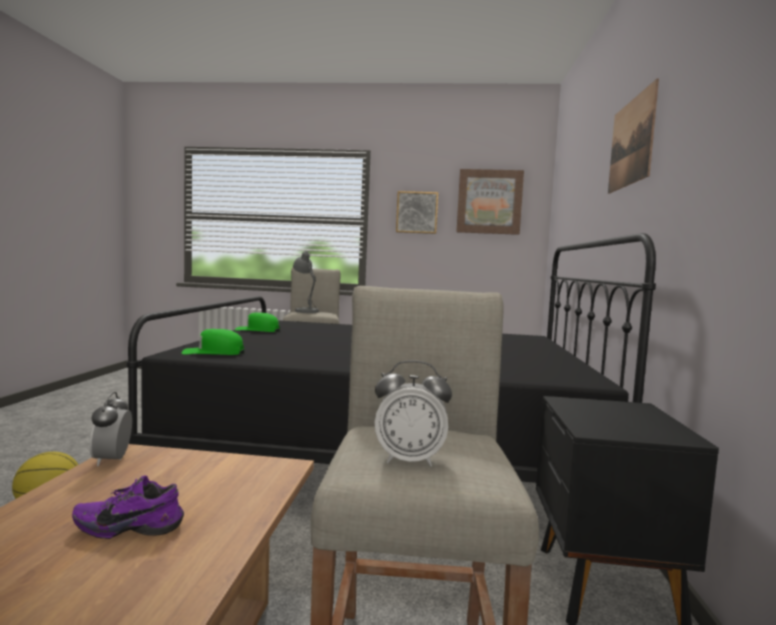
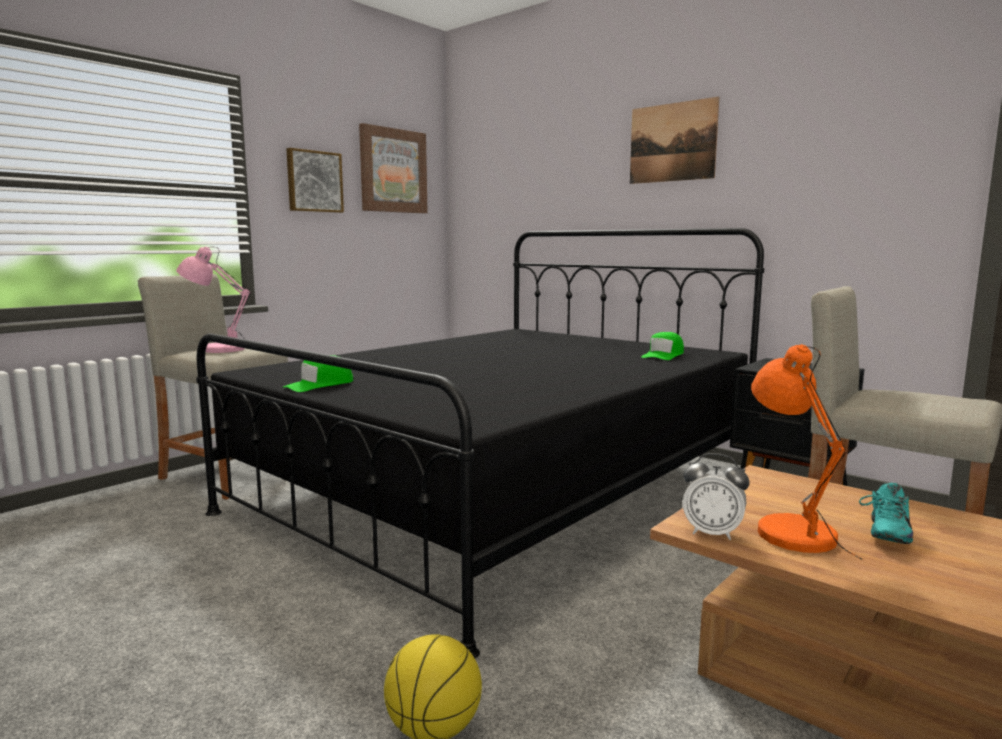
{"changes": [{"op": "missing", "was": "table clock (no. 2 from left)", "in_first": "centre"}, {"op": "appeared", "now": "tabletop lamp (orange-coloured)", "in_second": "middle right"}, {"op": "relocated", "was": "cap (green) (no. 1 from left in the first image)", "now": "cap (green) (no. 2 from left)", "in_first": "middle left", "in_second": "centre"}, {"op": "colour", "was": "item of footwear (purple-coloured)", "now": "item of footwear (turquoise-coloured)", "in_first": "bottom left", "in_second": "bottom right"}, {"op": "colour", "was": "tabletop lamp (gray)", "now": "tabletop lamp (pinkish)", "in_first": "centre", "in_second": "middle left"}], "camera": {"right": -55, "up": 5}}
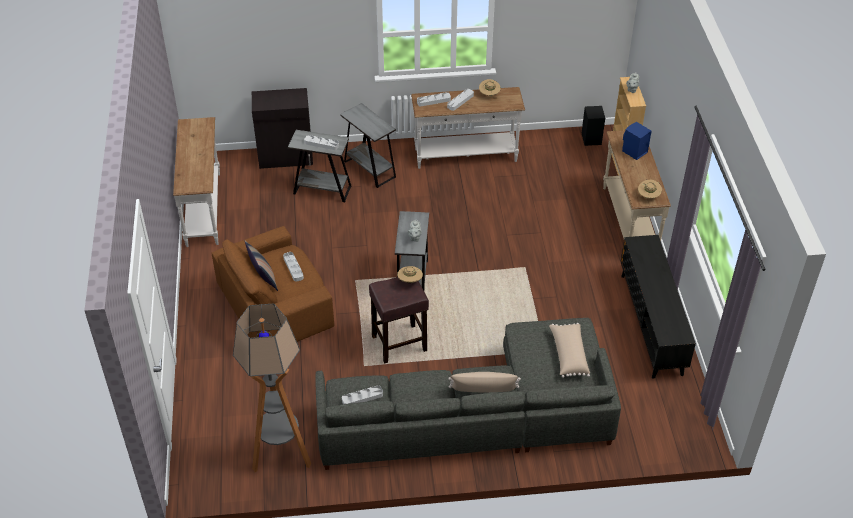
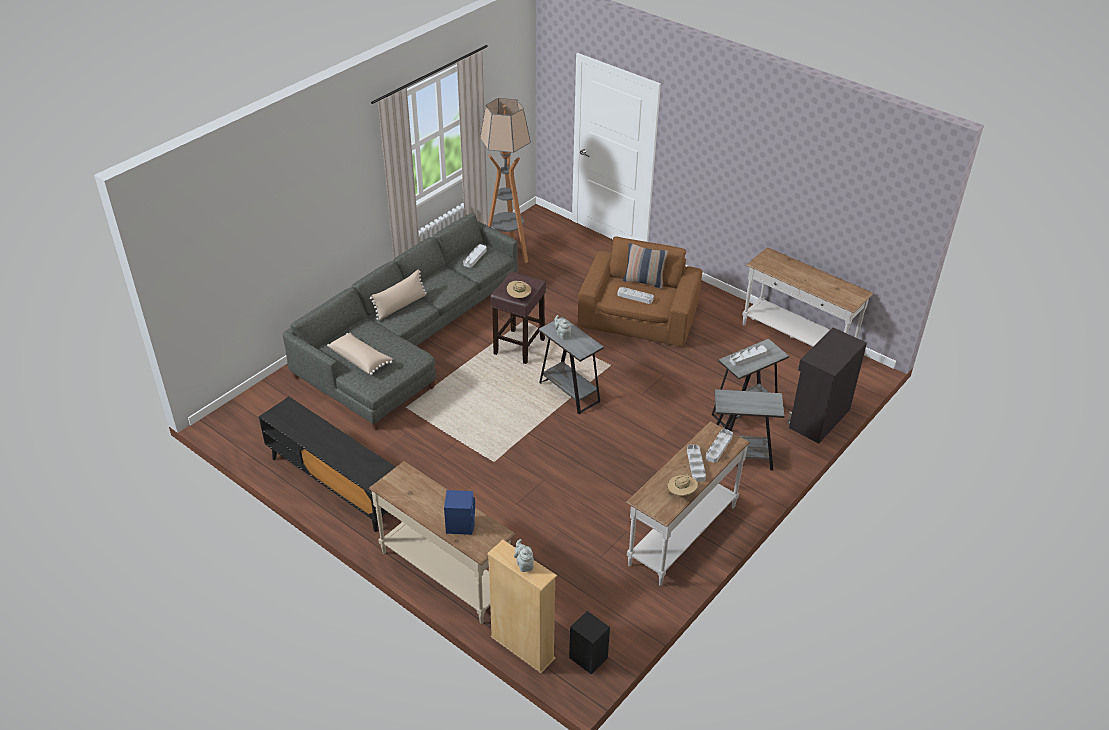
{"changes": [{"op": "missing", "was": "clothing hat (beige) (no. 3 from left)", "in_first": "middle right"}], "camera": {"right": 135, "up": -5}}
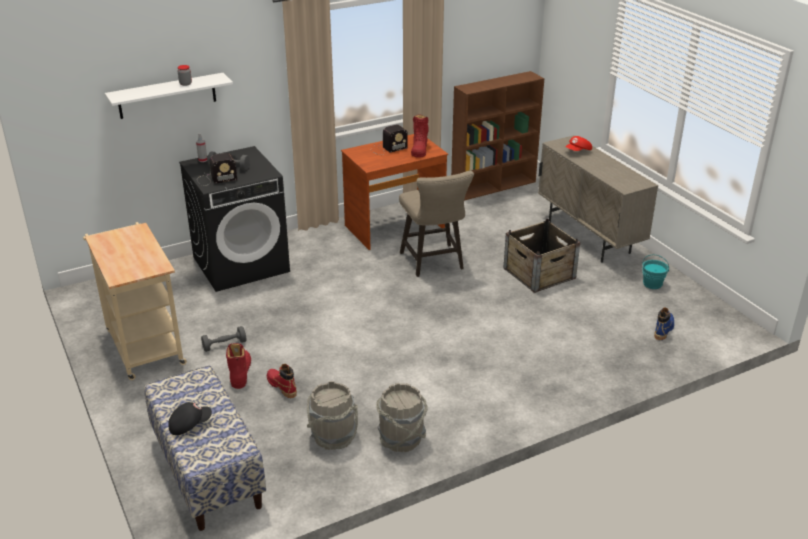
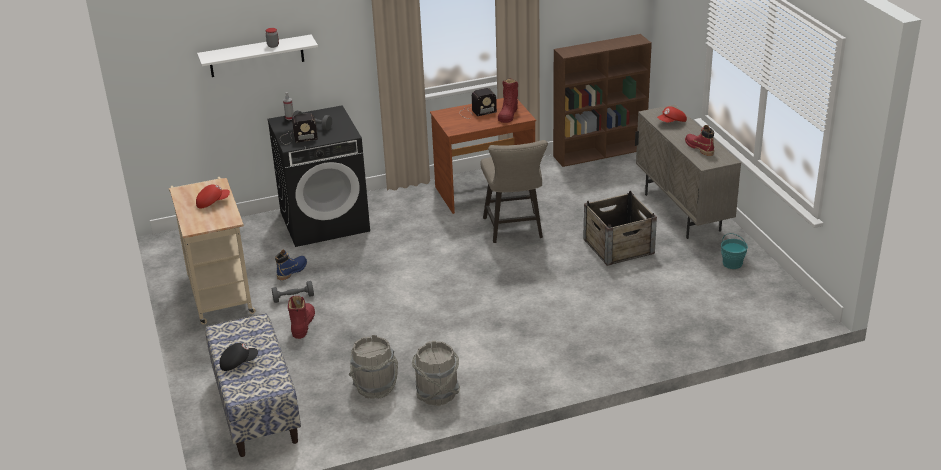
{"changes": [{"op": "appeared", "now": "cap (red-coloured) (no. 1 from left)", "in_second": "middle left"}, {"op": "relocated", "was": "tall boot (red-coloured) (no. 2 from left in the first image)", "now": "tall boot (red-coloured) (no. 3 from left)", "in_first": "bottom centre", "in_second": "top right"}, {"op": "relocated", "was": "tall boot (blue-coloured)", "in_first": "middle right", "in_second": "middle left"}], "camera": {"right": 10, "up": 0}}
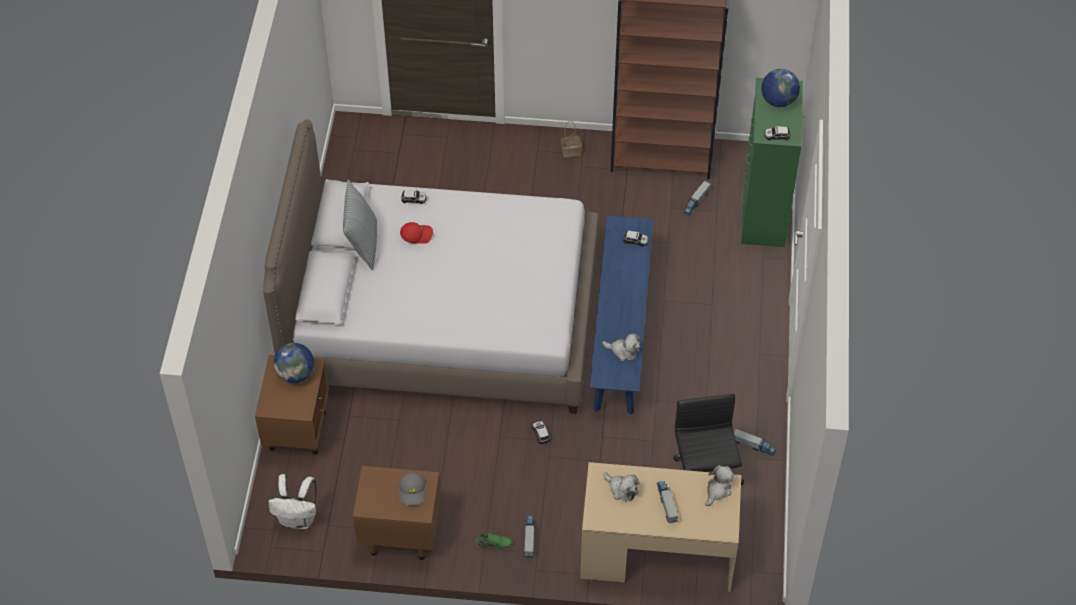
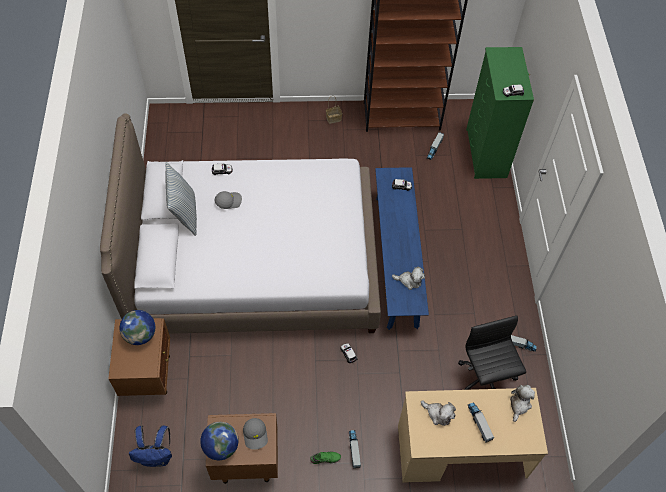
{"changes": [{"op": "relocated", "was": "world globe (no. 2 from left)", "in_first": "top right", "in_second": "bottom left"}, {"op": "colour", "was": "backpack (white-coloured)", "now": "backpack (blue-coloured)", "in_first": "bottom left", "in_second": "bottom left"}, {"op": "colour", "was": "cap (red-coloured)", "now": "cap (gray) (no. 1 from left)", "in_first": "centre", "in_second": "centre"}], "camera": {"right": -10, "up": 5}}
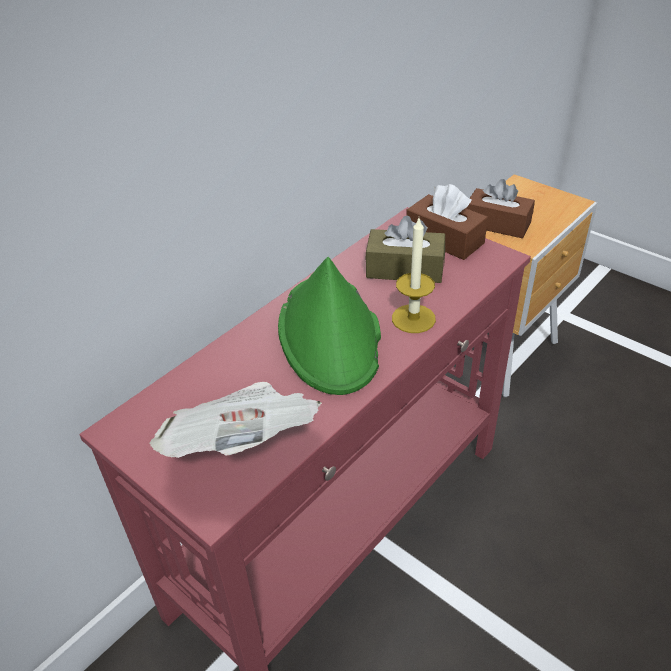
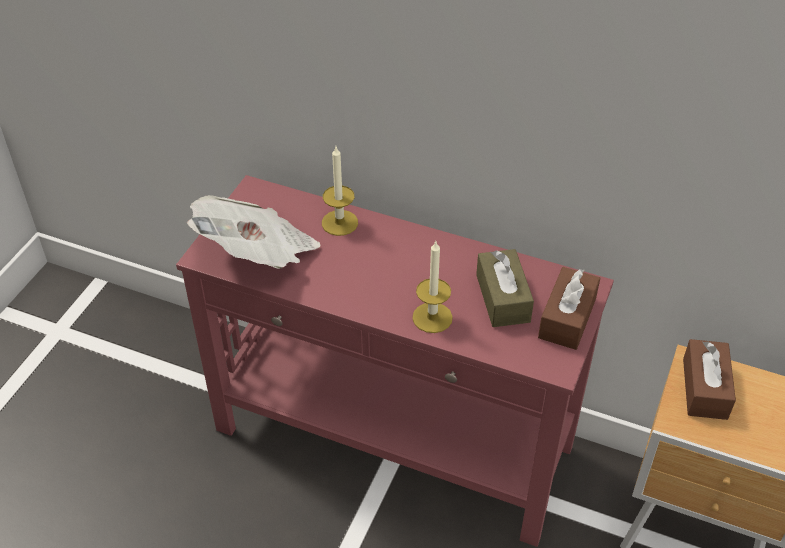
{"changes": [{"op": "missing", "was": "clothing hat (green)", "in_first": "centre"}, {"op": "appeared", "now": "candle (no. 1 from left)", "in_second": "centre"}], "camera": {"right": 70, "up": 5}}
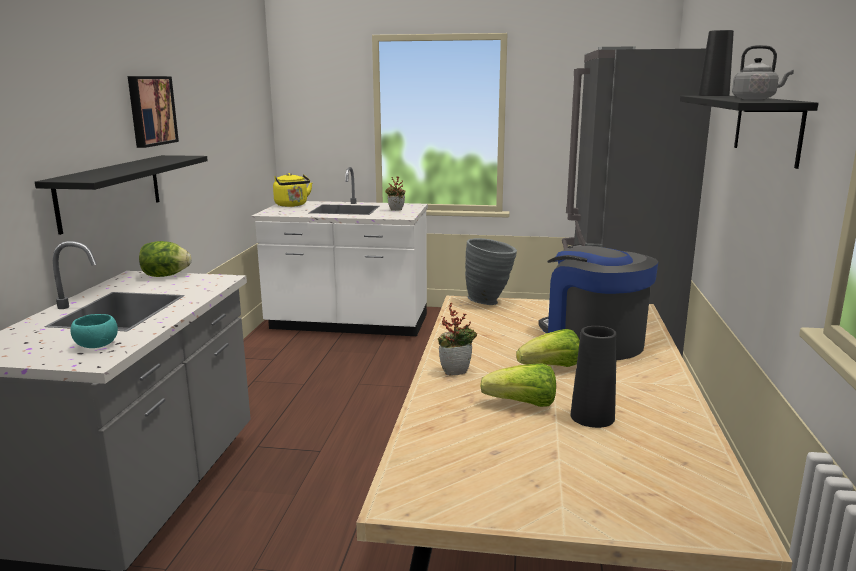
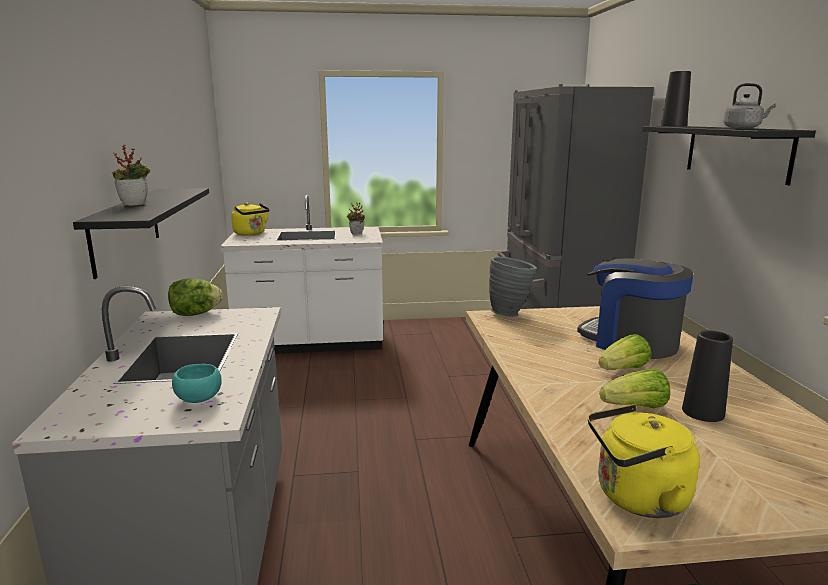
{"changes": [{"op": "missing", "was": "wall picture", "in_first": "top left"}, {"op": "appeared", "now": "kettle (yellow) (no. 2 from left)", "in_second": "bottom right"}, {"op": "relocated", "was": "houseplant (no. 2 from left in the first image)", "now": "houseplant (no. 1 from left)", "in_first": "centre", "in_second": "top left"}], "camera": {"right": -15, "up": 0}}
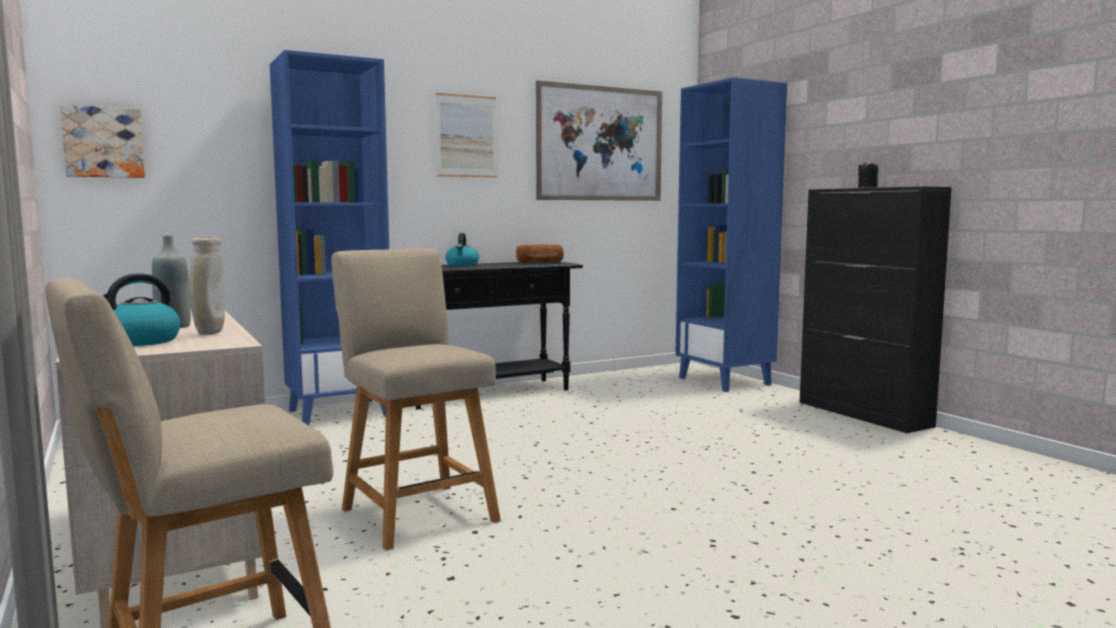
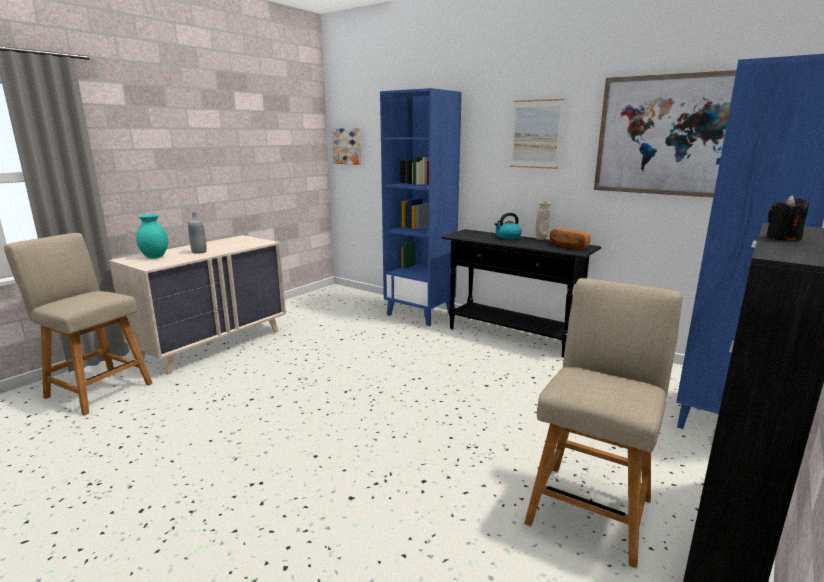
{"changes": [{"op": "relocated", "was": "decorative vase (beige)", "in_first": "middle left", "in_second": "centre"}, {"op": "relocated", "was": "upright chair (beige) (no. 2 from left)", "in_first": "centre", "in_second": "bottom right"}, {"op": "exchanged", "was": "kettle (no. 1 from left)", "now": "decorative vase (turquoise-coloured)", "in_first": "middle left", "in_second": "middle left"}], "camera": {"right": 65, "up": 10}}
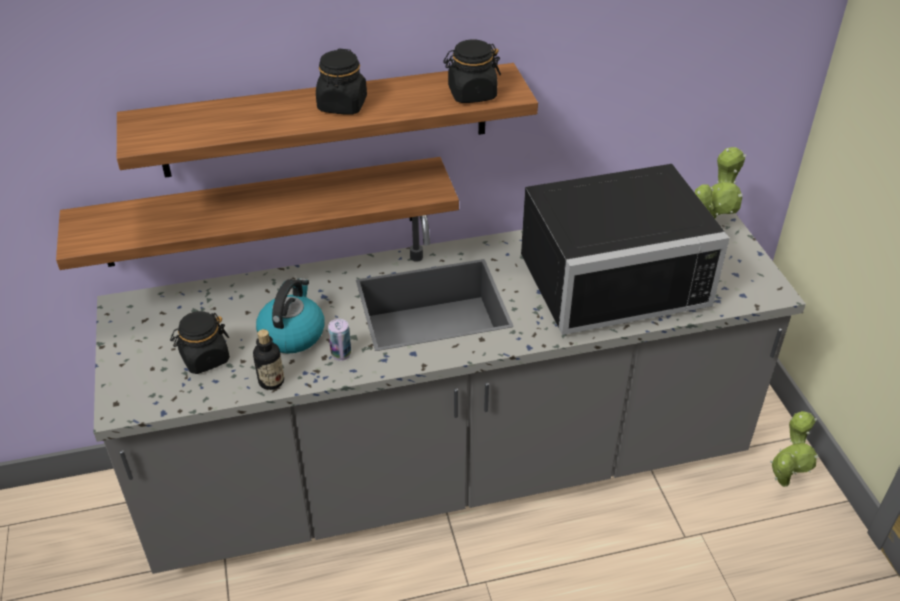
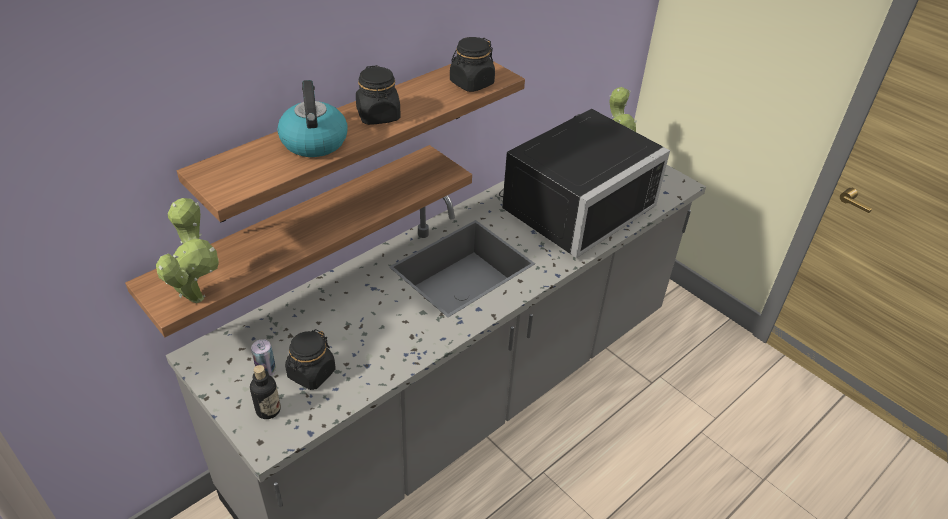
{"changes": [{"op": "relocated", "was": "bottle", "in_first": "middle left", "in_second": "bottom left"}, {"op": "relocated", "was": "kettle", "in_first": "middle left", "in_second": "top left"}, {"op": "relocated", "was": "metal can", "in_first": "centre", "in_second": "bottom left"}, {"op": "relocated", "was": "houseplant (no. 2 from left in the first image)", "now": "houseplant (no. 1 from left)", "in_first": "bottom right", "in_second": "middle left"}], "camera": {"right": -30, "up": 0}}
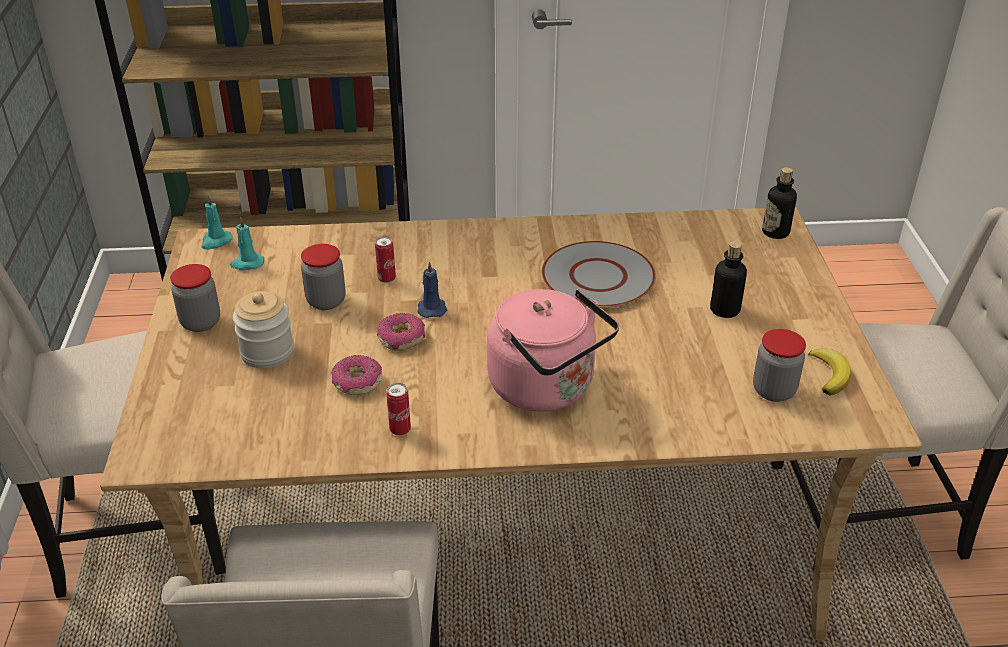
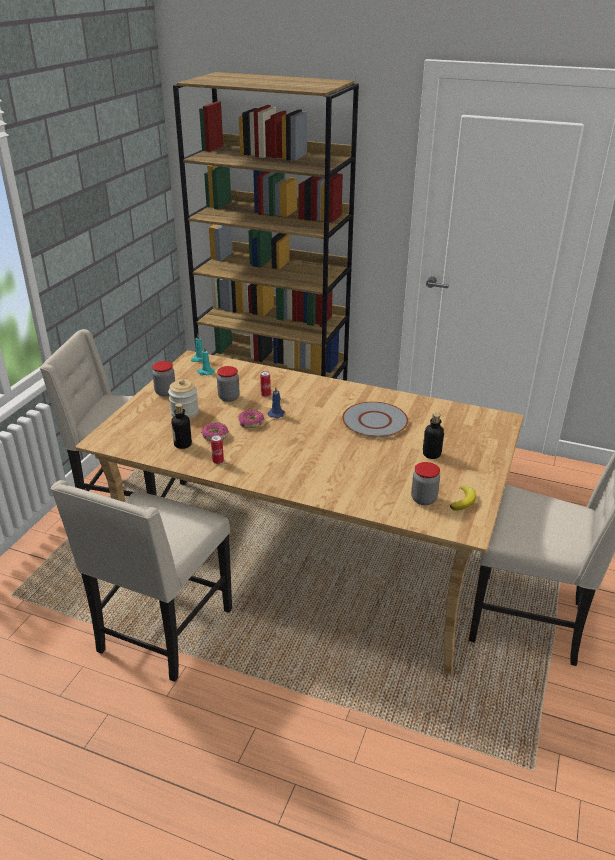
{"changes": [{"op": "missing", "was": "kettle (pinkish)", "in_first": "centre"}, {"op": "relocated", "was": "bottle (no. 2 from left in the first image)", "now": "bottle (no. 1 from left)", "in_first": "top right", "in_second": "middle left"}], "camera": {"right": 25, "up": -5}}
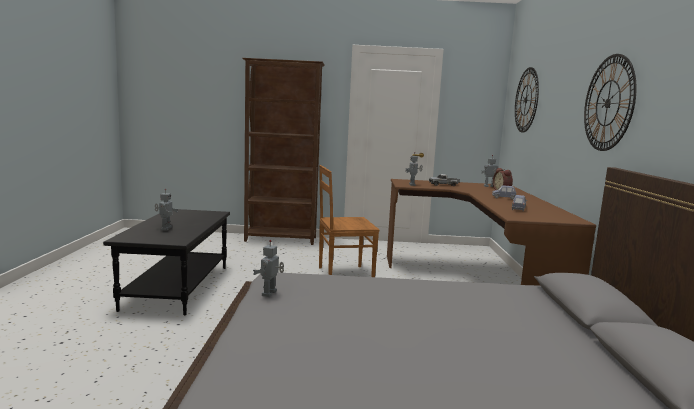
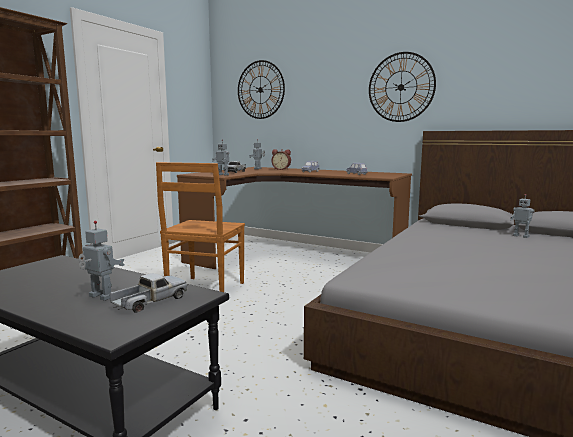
{"changes": [{"op": "appeared", "now": "toy truck (no. 1 from left)", "in_second": "bottom left"}, {"op": "relocated", "was": "toy robot (no. 2 from left in the first image)", "now": "toy robot (no. 4 from left)", "in_first": "centre", "in_second": "middle right"}], "camera": {"right": -60, "up": 0}}
